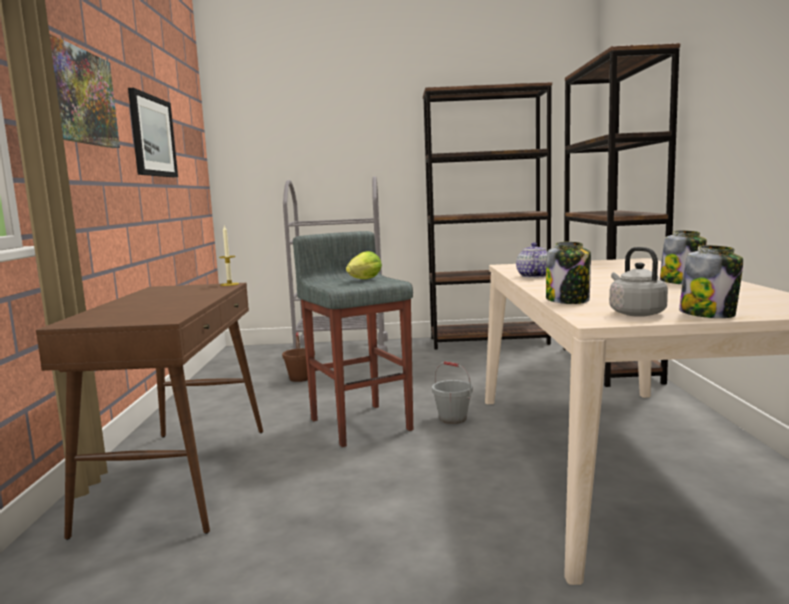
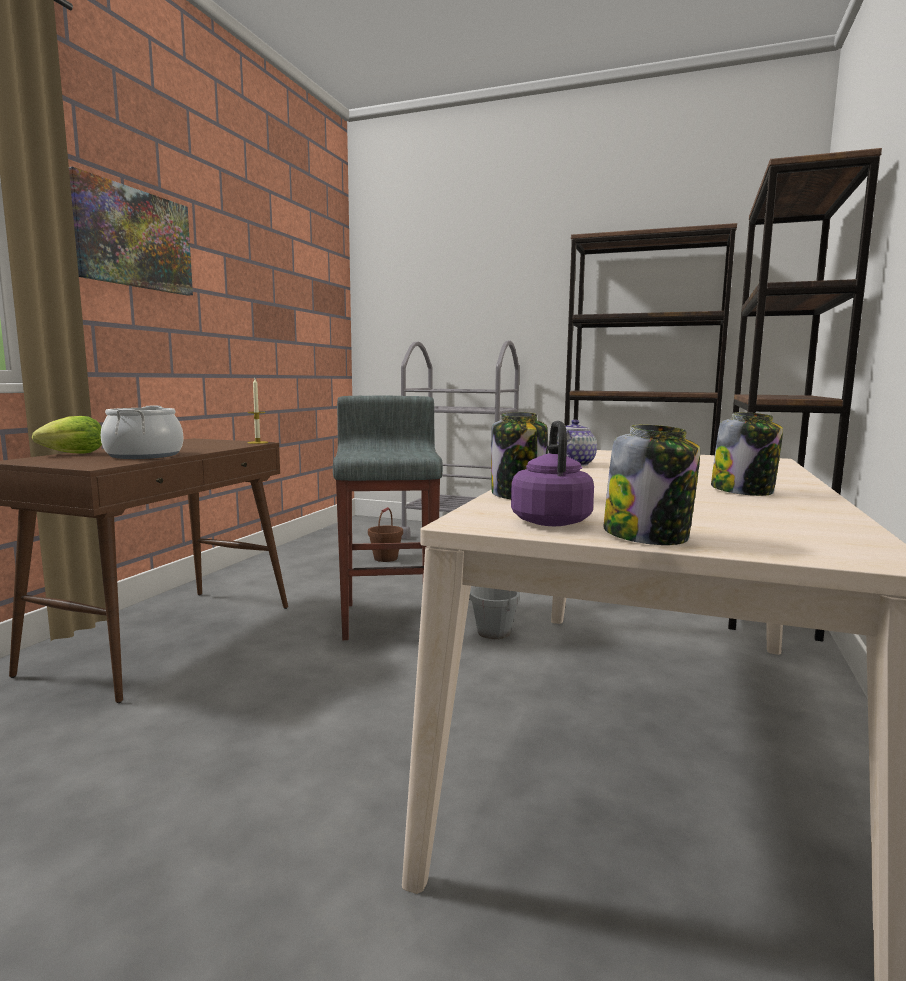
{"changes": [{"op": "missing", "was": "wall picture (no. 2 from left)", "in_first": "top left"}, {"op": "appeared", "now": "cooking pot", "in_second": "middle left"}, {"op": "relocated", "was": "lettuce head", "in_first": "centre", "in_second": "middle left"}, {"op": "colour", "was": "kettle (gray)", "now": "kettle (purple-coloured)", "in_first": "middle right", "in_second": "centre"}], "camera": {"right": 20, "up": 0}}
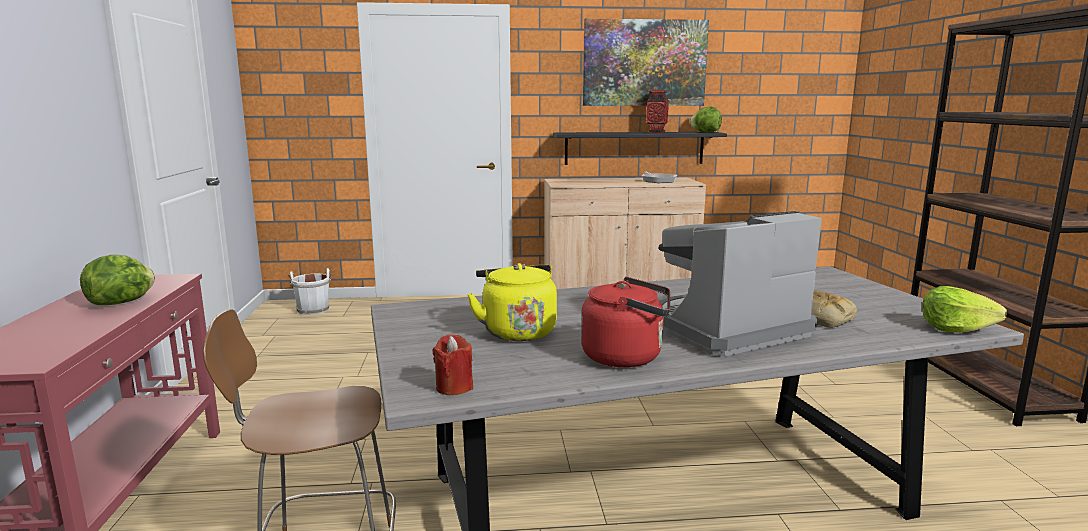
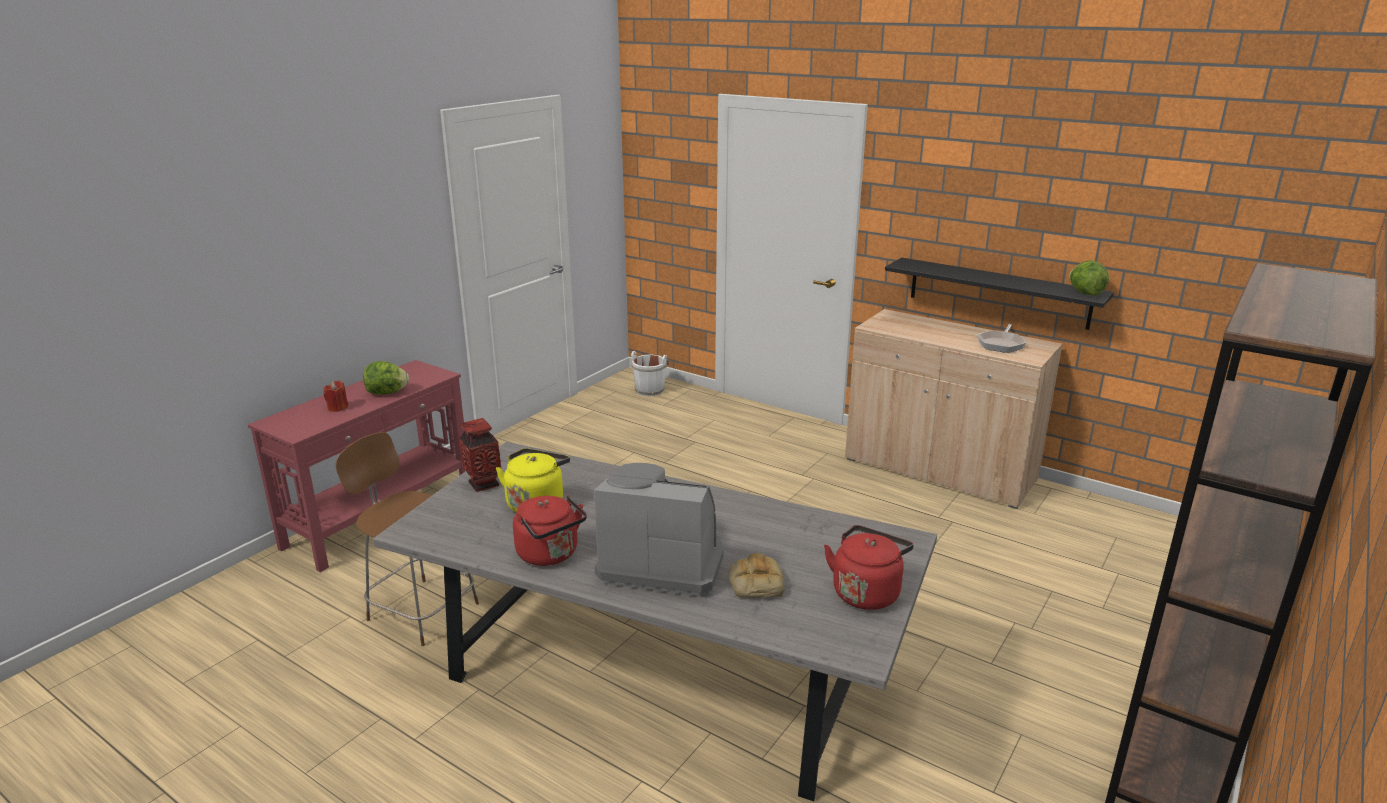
{"changes": [{"op": "missing", "was": "wall picture", "in_first": "top centre"}, {"op": "missing", "was": "lettuce head (no. 3 from left)", "in_first": "middle right"}, {"op": "appeared", "now": "kettle (red-coloured) (no. 2 from left)", "in_second": "bottom centre"}, {"op": "relocated", "was": "candle (red-coloured)", "in_first": "bottom centre", "in_second": "middle left"}, {"op": "relocated", "was": "decorative vase", "in_first": "top centre", "in_second": "centre"}], "camera": {"right": 40, "up": 10}}
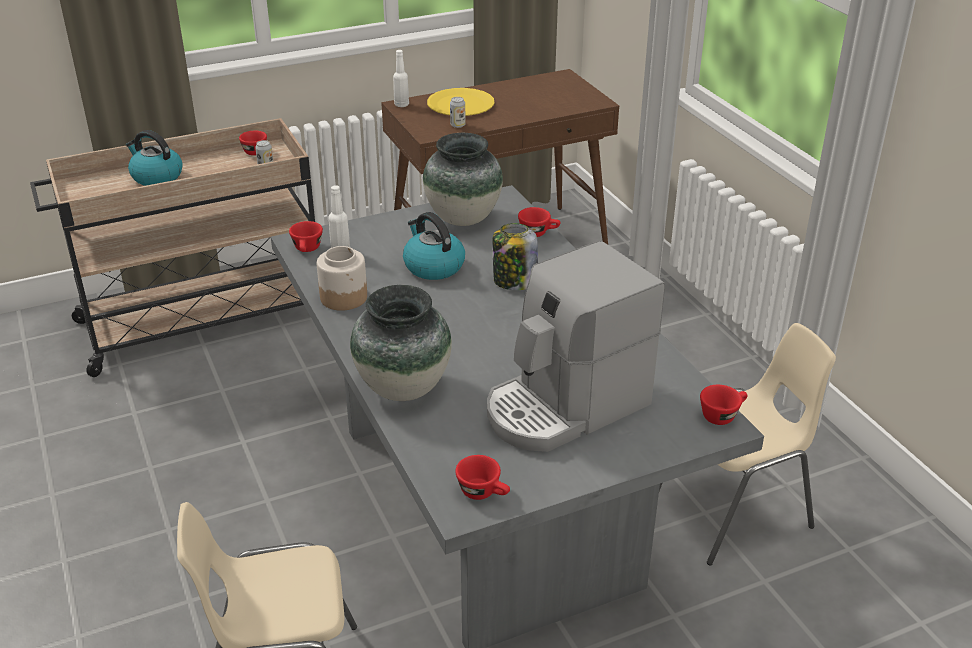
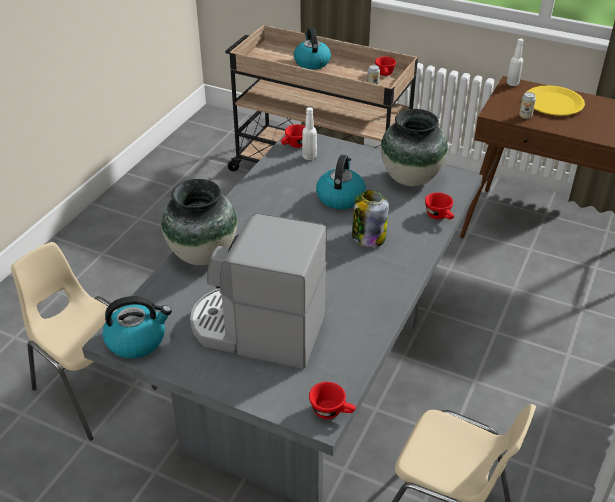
{"changes": [{"op": "missing", "was": "jar (no. 1 from left)", "in_first": "centre"}, {"op": "exchanged", "was": "small cup (red-coloured) (no. 3 from left)", "now": "kettle (no. 1 from left)", "in_first": "bottom centre", "in_second": "middle left"}], "camera": {"right": 50, "up": 5}}
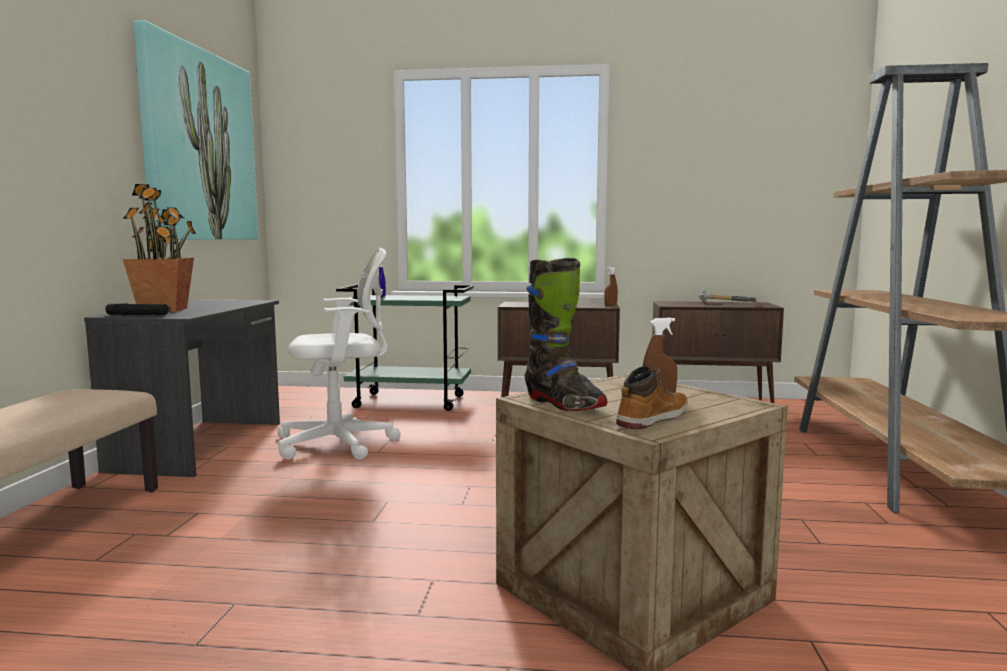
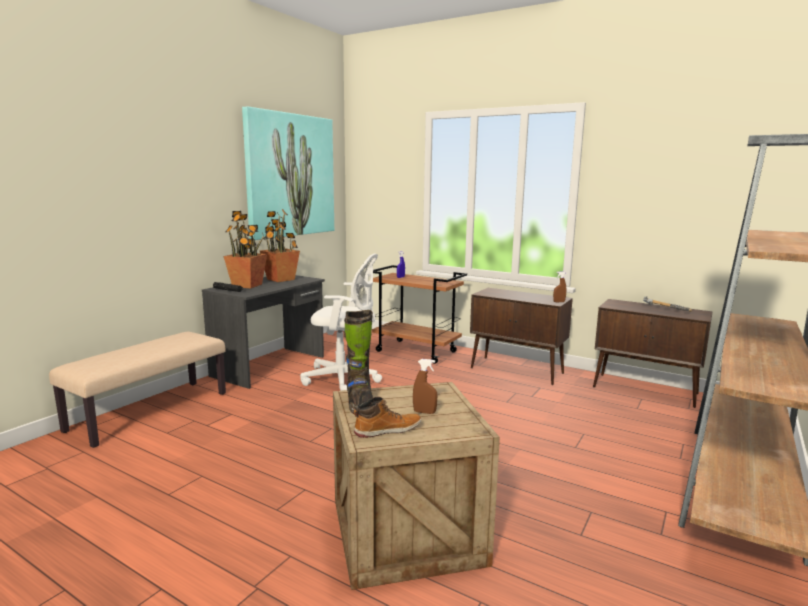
{"changes": [{"op": "appeared", "now": "houseplant (no. 2 from left)", "in_second": "centre"}, {"op": "colour", "was": "trolley (green)", "now": "trolley (brown-coloured)", "in_first": "centre", "in_second": "centre"}], "camera": {"right": 25, "up": 5}}
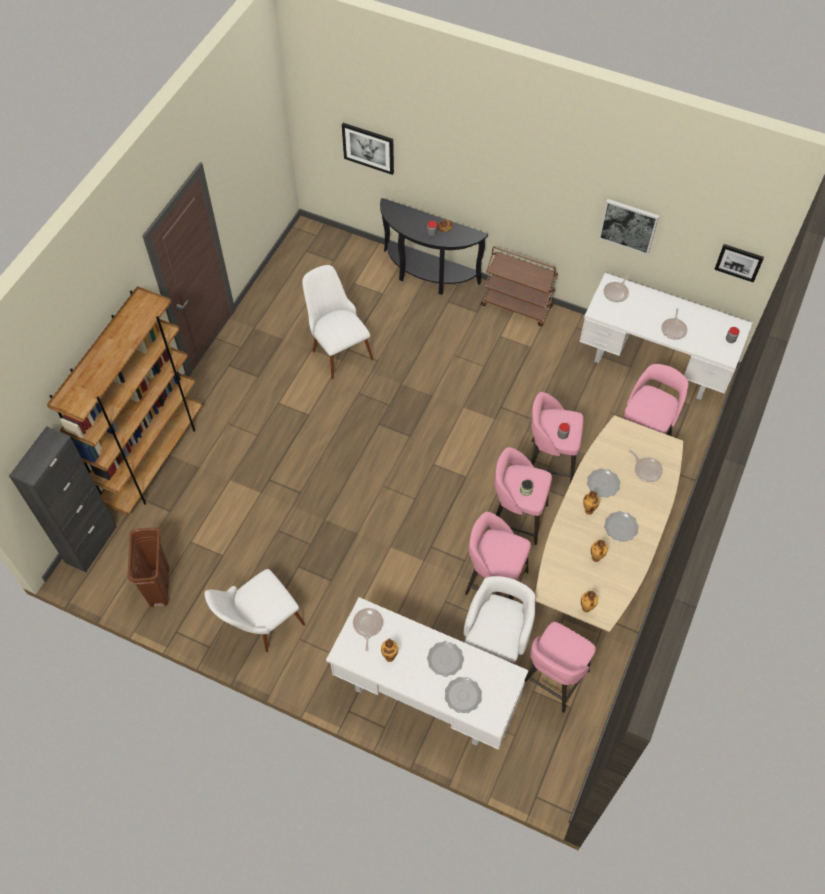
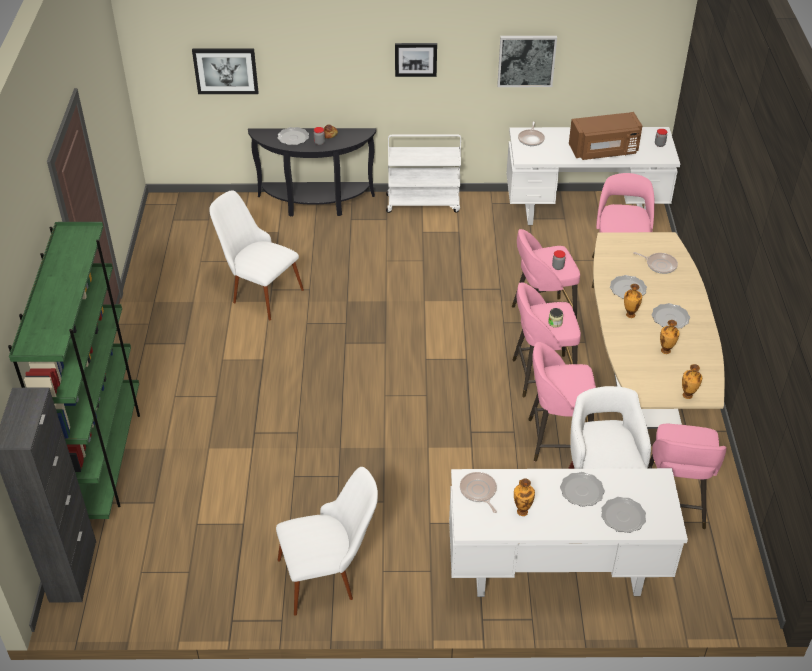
{"changes": [{"op": "missing", "was": "trash can (brown-coloured)", "in_first": "middle left"}, {"op": "appeared", "now": "dinner plate (no. 1 from left)", "in_second": "top centre"}, {"op": "relocated", "was": "wall picture (no. 3 from left in the first image)", "now": "wall picture (no. 2 from left)", "in_first": "top right", "in_second": "top centre"}, {"op": "exchanged", "was": "frying pan (no. 4 from left)", "now": "microwave (brown-coloured)", "in_first": "middle right", "in_second": "top right"}, {"op": "colour", "was": "bookshelf (brown-coloured)", "now": "bookshelf (green)", "in_first": "middle left", "in_second": "middle left"}, {"op": "colour", "was": "trolley (brown-coloured)", "now": "trolley (white-coloured)", "in_first": "top centre", "in_second": "top centre"}, {"op": "spun", "was": "upright chair (white-coloured) (no. 1 from left in the first image)", "in_first": "bottom left", "in_second": "bottom centre", "clockwise": -135}], "camera": {"right": -25, "up": -15}}
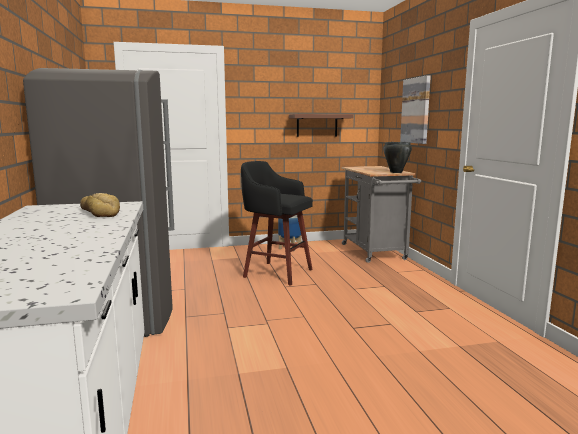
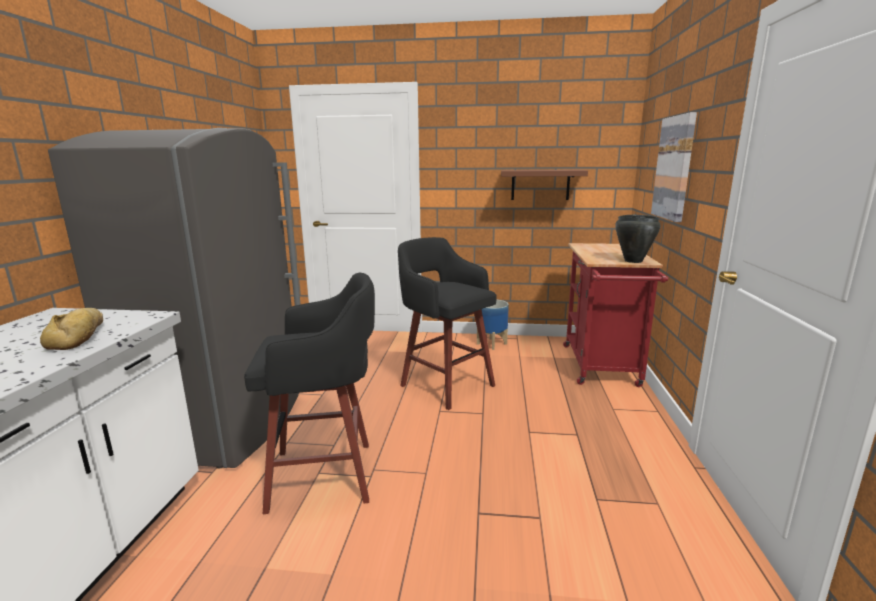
{"changes": [{"op": "appeared", "now": "sitting stool (black) (no. 1 from left)", "in_second": "centre"}, {"op": "colour", "was": "trolley (gray)", "now": "trolley (red-coloured)", "in_first": "centre", "in_second": "middle right"}], "camera": {"right": 20, "up": 5}}
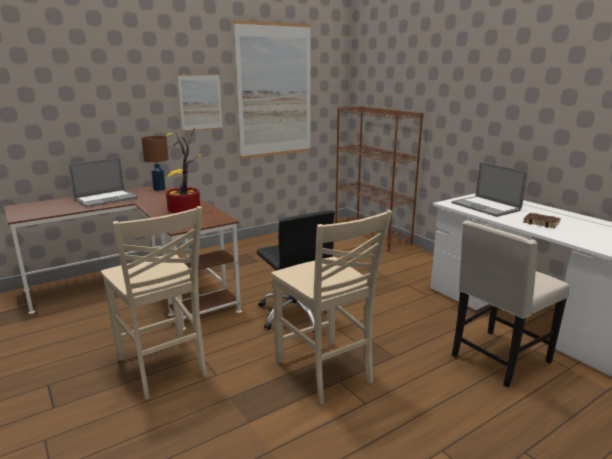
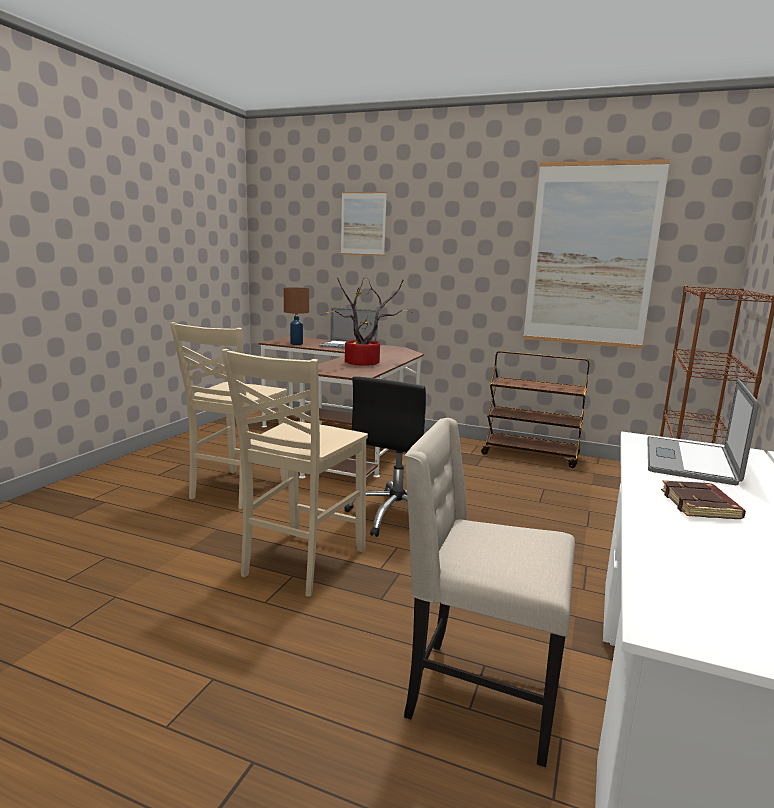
{"changes": [{"op": "appeared", "now": "trolley (brown-coloured)", "in_second": "middle right"}, {"op": "relocated", "was": "tabletop lamp (brown-coloured)", "in_first": "middle left", "in_second": "centre"}, {"op": "relocated", "was": "wall picture (no. 1 from left)", "in_first": "top left", "in_second": "top centre"}], "camera": {"right": 55, "up": -5}}
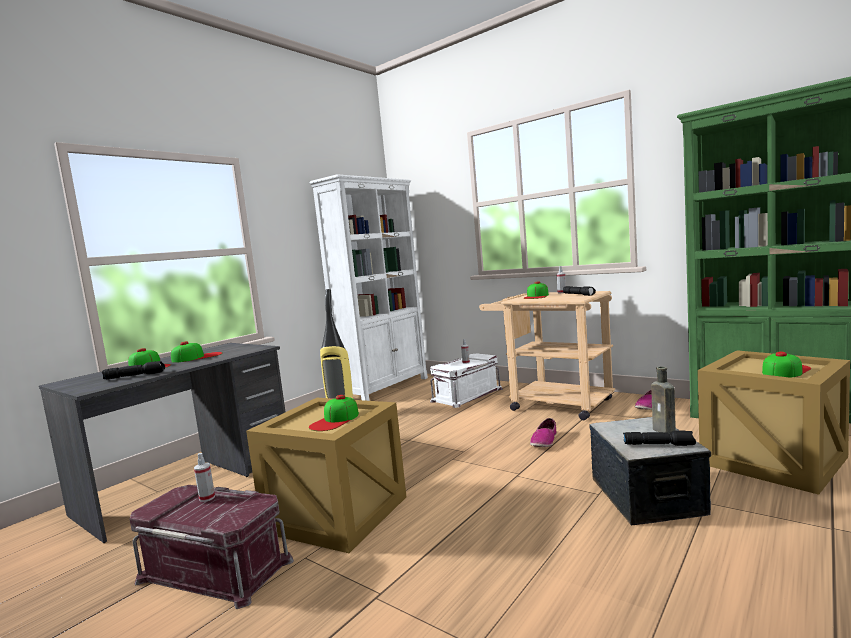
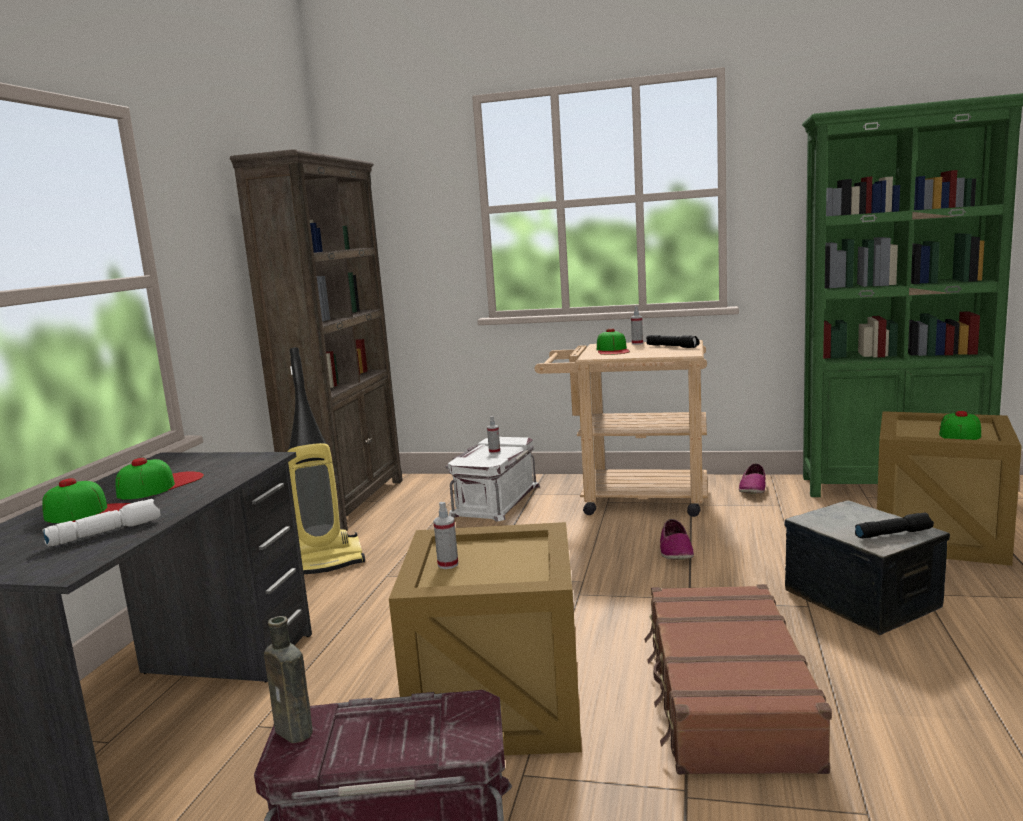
{"changes": [{"op": "missing", "was": "cap (no. 3 from left)", "in_first": "centre"}, {"op": "appeared", "now": "suitcase (brown-coloured)", "in_second": "bottom right"}, {"op": "relocated", "was": "spray bottle (no. 1 from left)", "in_first": "bottom left", "in_second": "centre"}, {"op": "relocated", "was": "bottle (brown-coloured)", "in_first": "middle right", "in_second": "bottom left"}, {"op": "colour", "was": "hand torch (black) (no. 1 from left)", "now": "hand torch (white-coloured)", "in_first": "middle left", "in_second": "middle left"}, {"op": "colour", "was": "bookshelf (white-coloured)", "now": "bookshelf (brown-coloured)", "in_first": "centre", "in_second": "middle left"}], "camera": {"right": -25, "up": 5}}
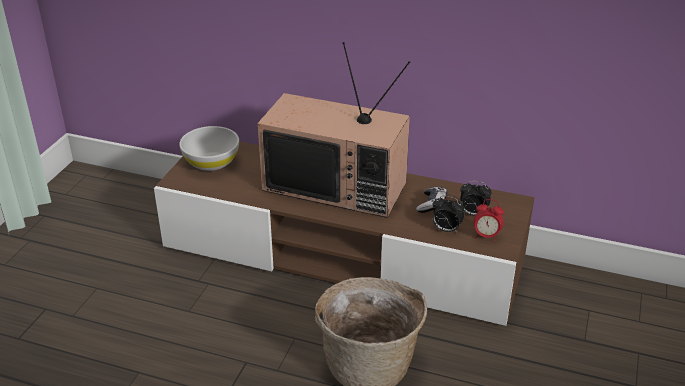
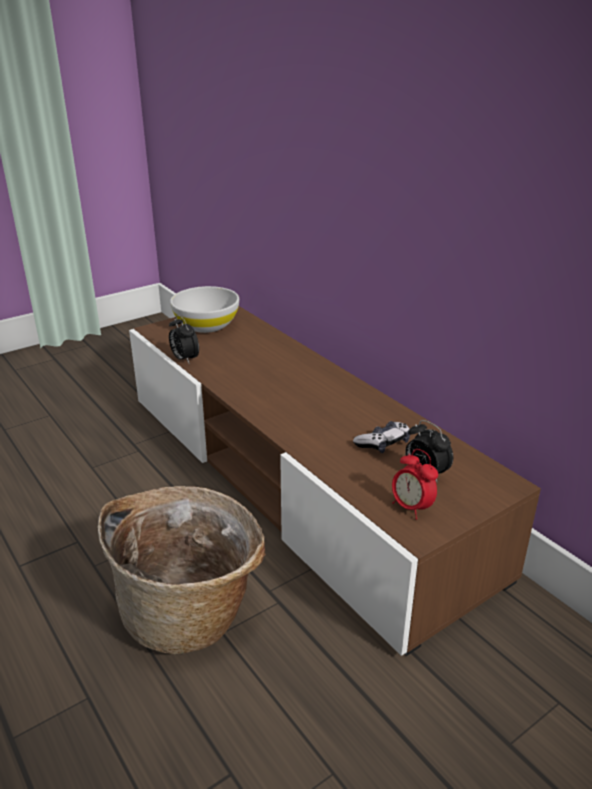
{"changes": [{"op": "missing", "was": "TV", "in_first": "centre"}, {"op": "relocated", "was": "table clock (no. 1 from left)", "in_first": "centre", "in_second": "middle left"}], "camera": {"right": 35, "up": -5}}
